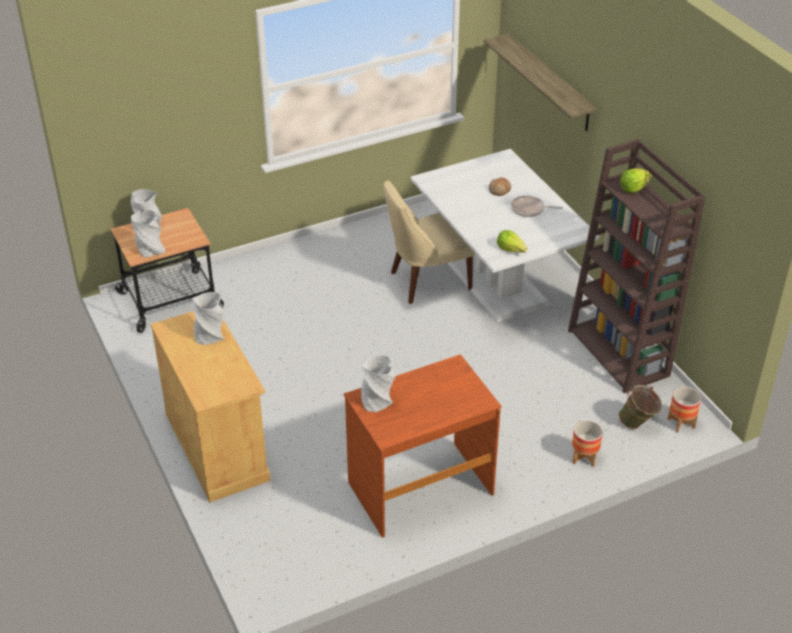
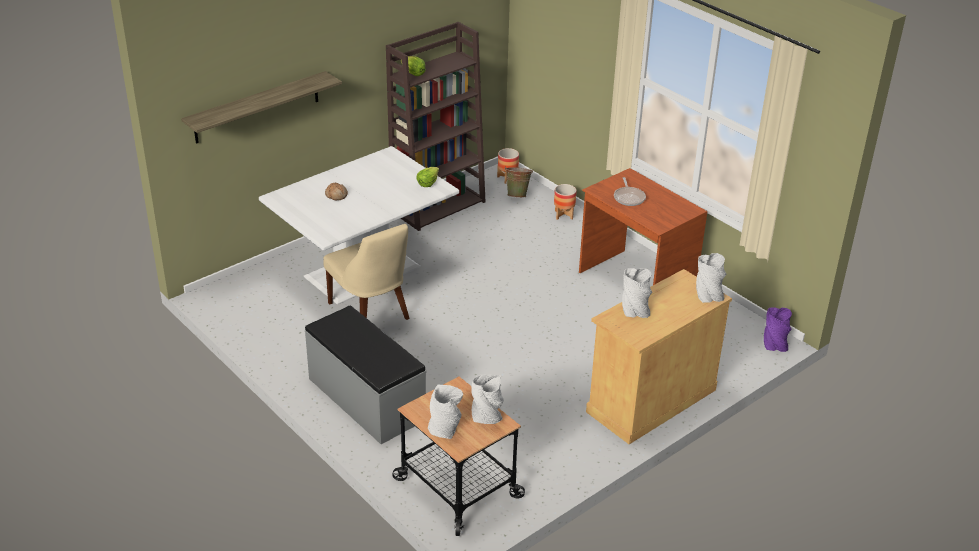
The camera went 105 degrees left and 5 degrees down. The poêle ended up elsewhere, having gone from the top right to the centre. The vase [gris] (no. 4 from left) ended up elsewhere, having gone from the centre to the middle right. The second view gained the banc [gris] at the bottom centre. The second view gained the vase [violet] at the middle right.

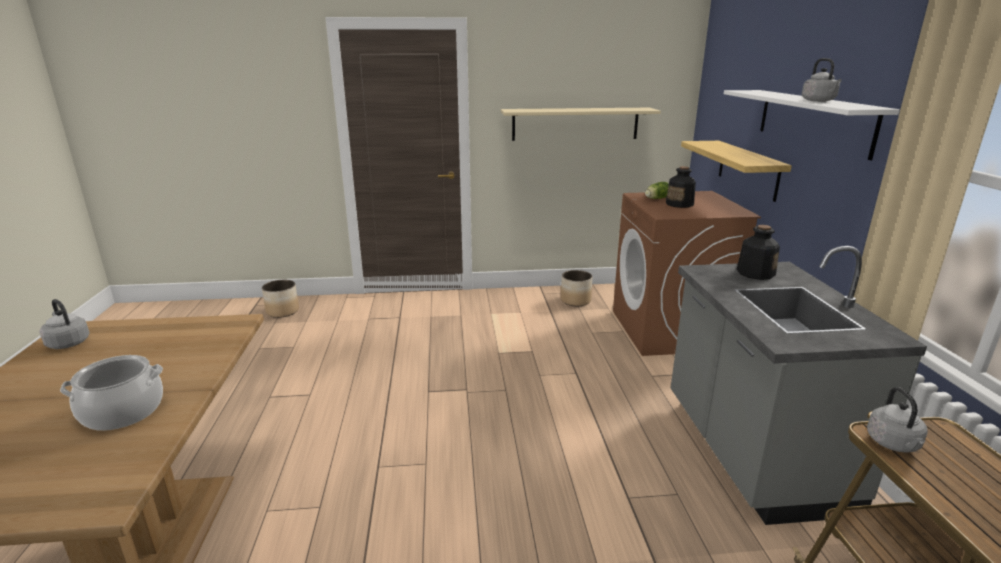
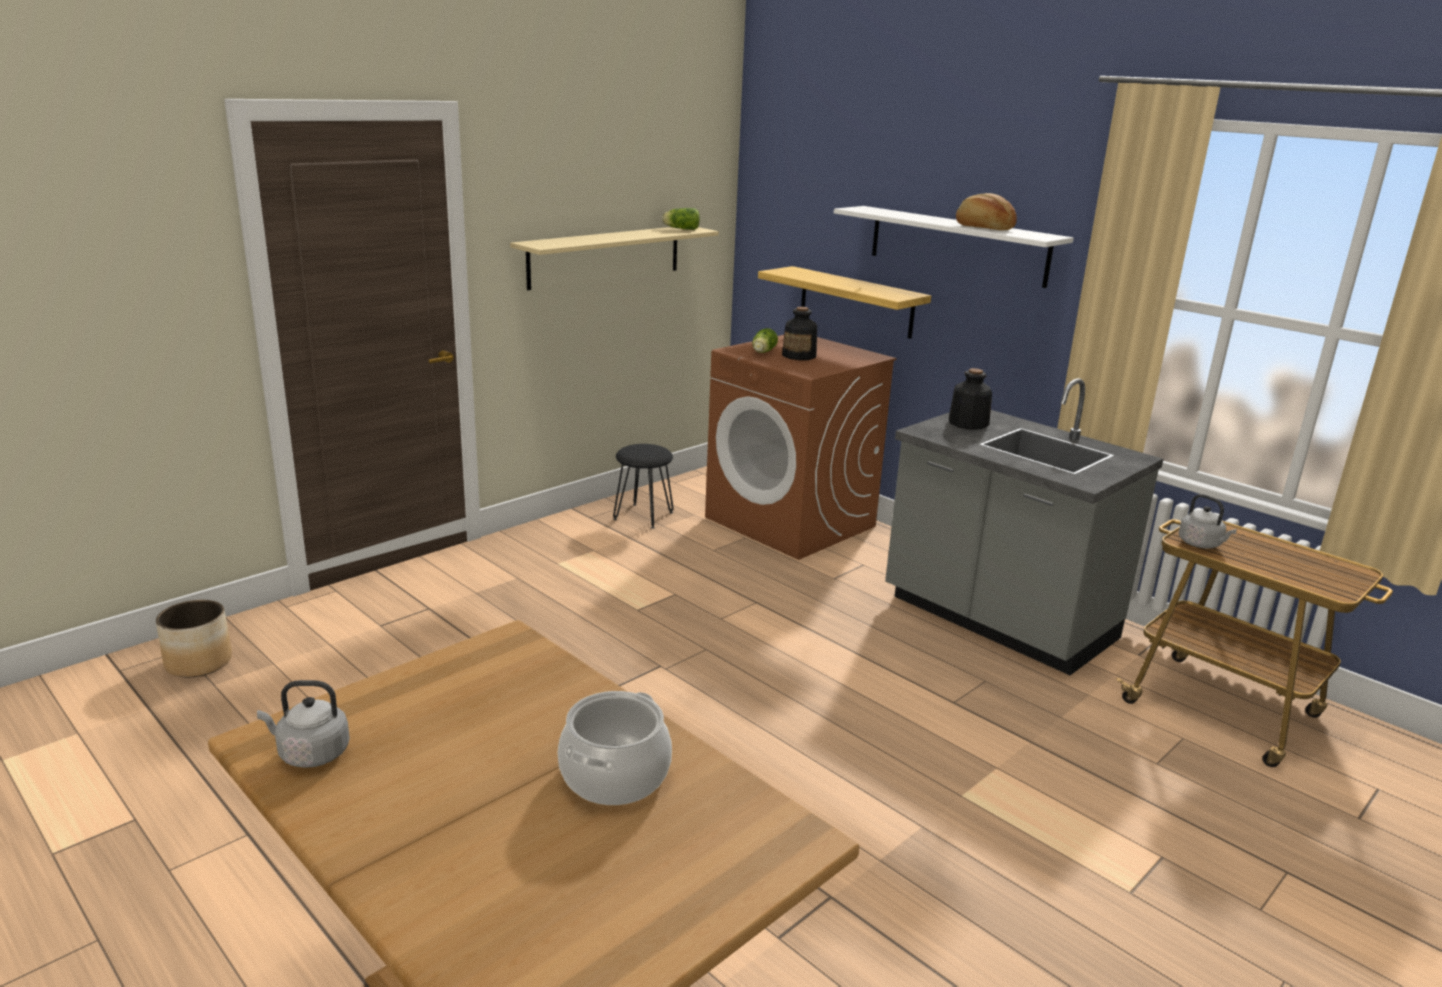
The camera went 40 degrees left and 0 degrees up. Where the bouilloire [gris] (no. 2 from left) stood at the top right, the pain came to stand at the top right. Where the cache-pot (no. 2 from left) stood at the centre, the tabouret [noir] came to stand at the centre. The second view gained the laitue (no. 1 from left) at the top centre.

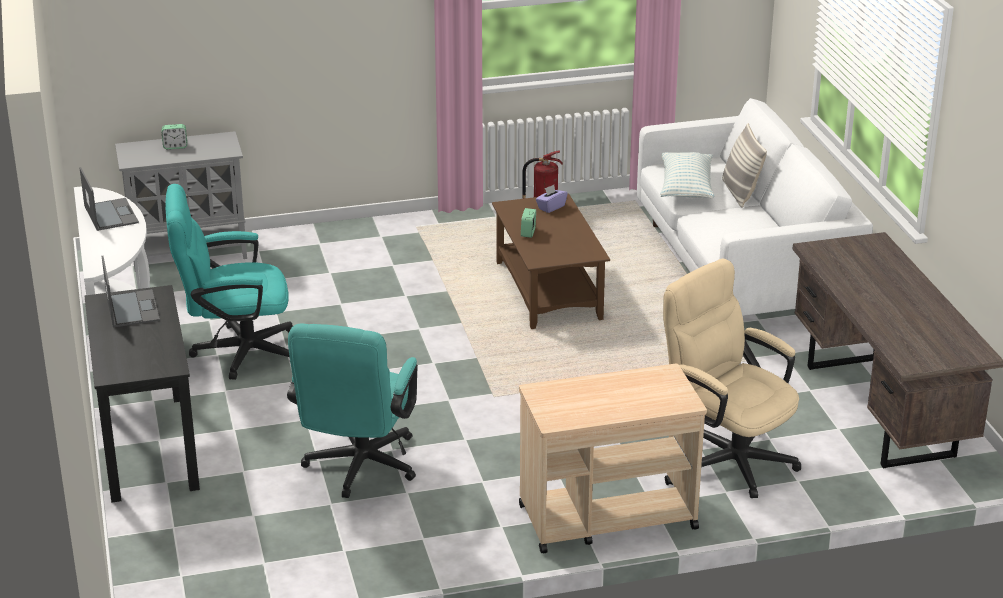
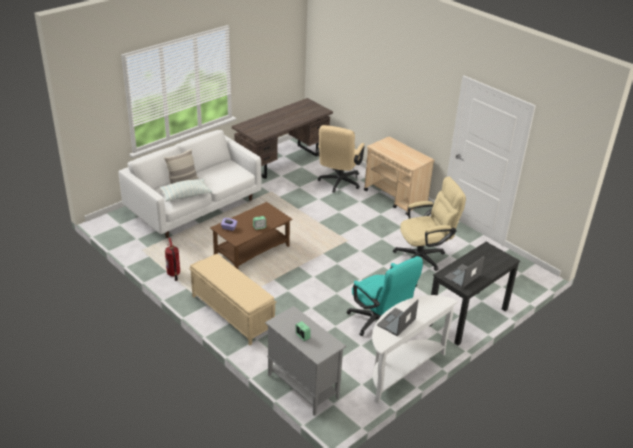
The camera went 120 degrees left and 5 degrees up. What was the chaise de bureau [turquoise] (no. 2 from left) at the bottom centre turned into the chaise de bureau [beige] (no. 2 from left) at the middle right. The second view gained the banc [beige] at the bottom centre.

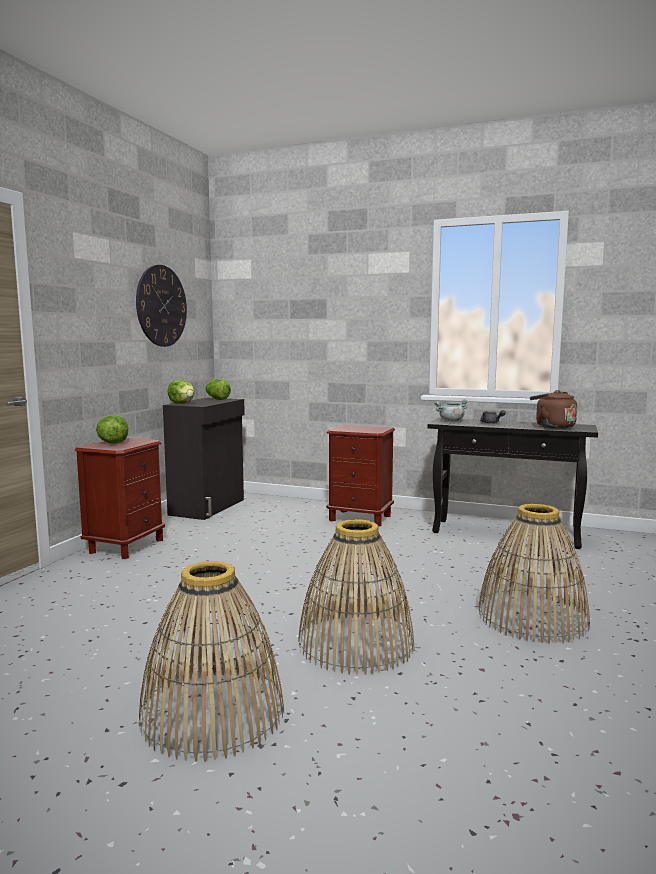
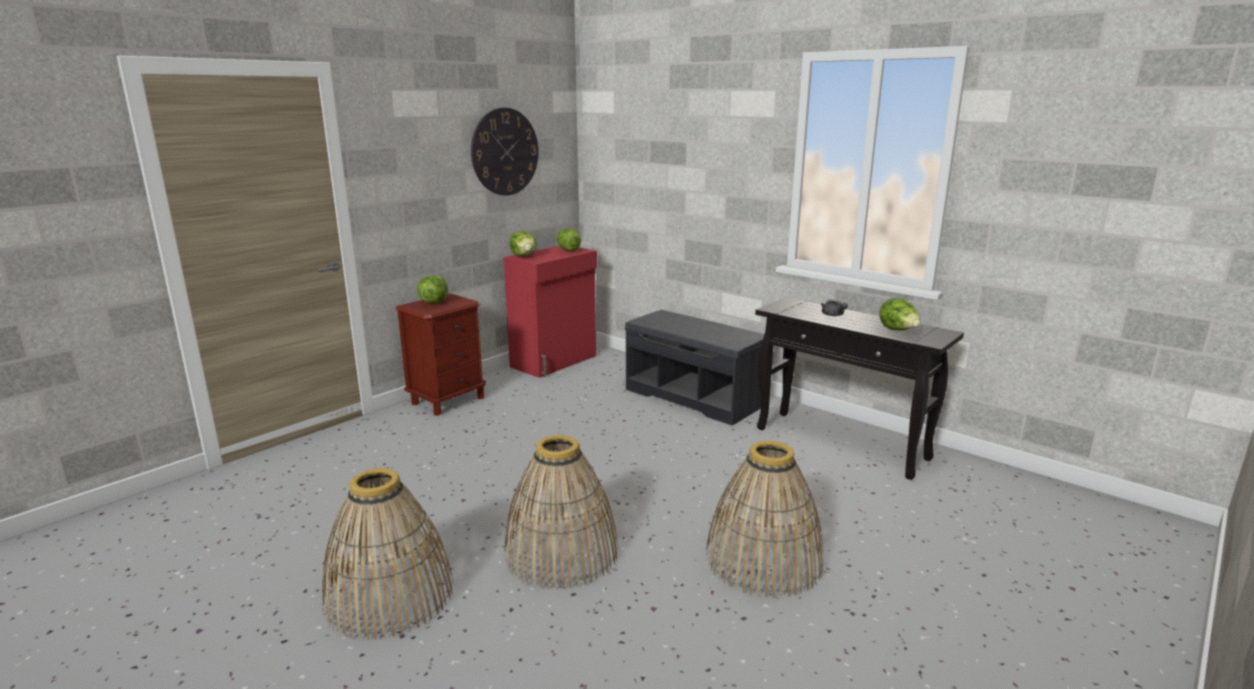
The camera went 20 degrees right and 10 degrees up. Where the bouilloire [marron] stood at the middle right, the laitue (no. 4 from left) came to stand at the middle right. What was the meuble de rangement [noir] at the middle left turned into the meuble de rangement [rouge] at the centre. The second view lost the marmite [gris] at the middle right. Where the table de chevet [marron] (no. 2 from left) stood at the centre, the banc [gris] came to stand at the centre.

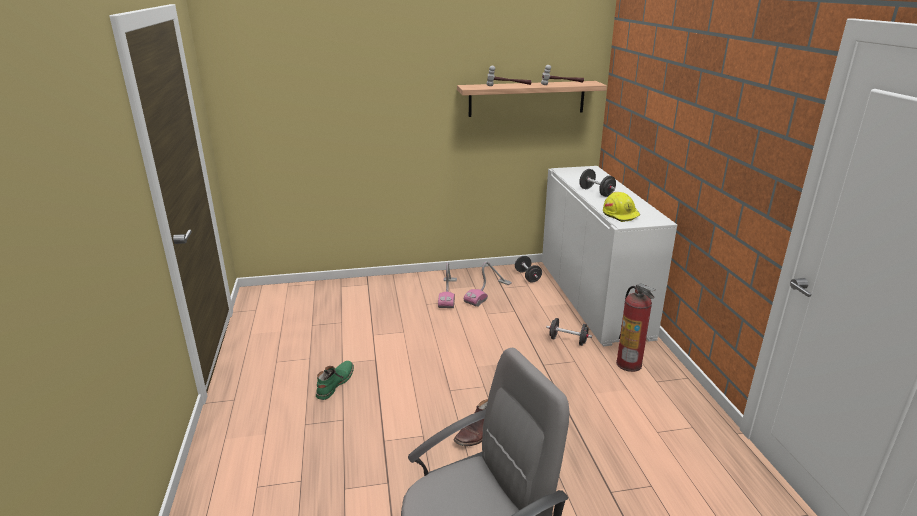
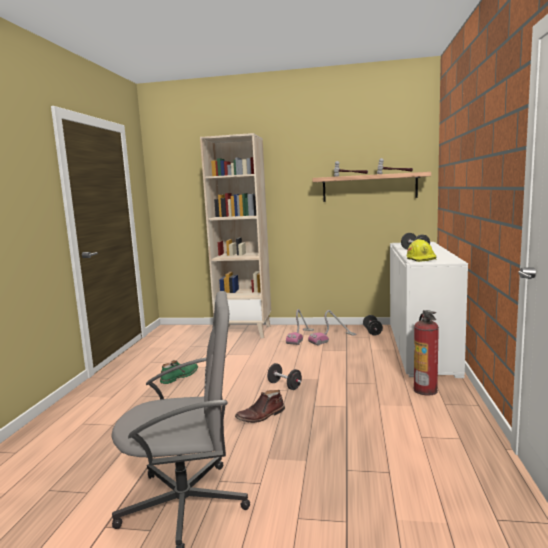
The camera went 20 degrees right and 15 degrees down. The haltère [noir] (no. 2 from left in the first image) ended up elsewhere, having gone from the centre to the bottom centre. The second view gained the bibliothèque [beige] at the centre.

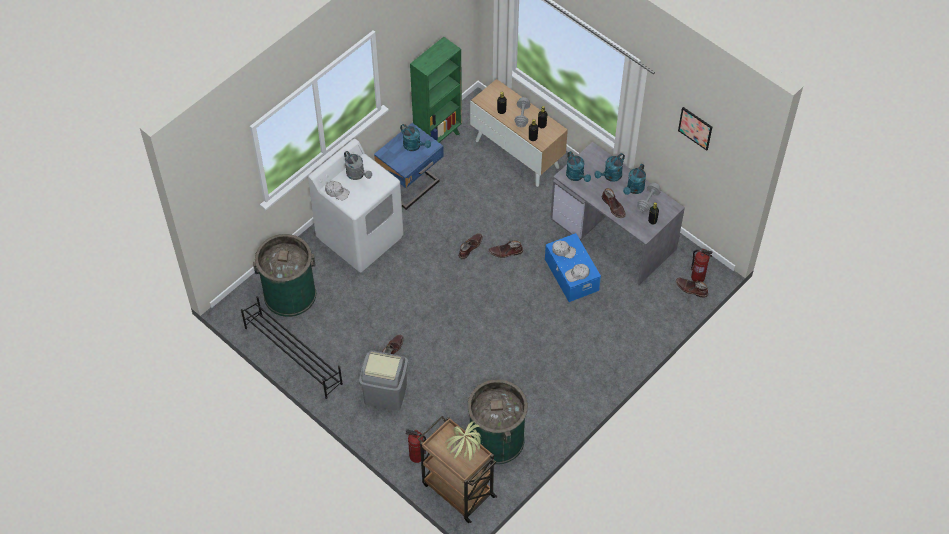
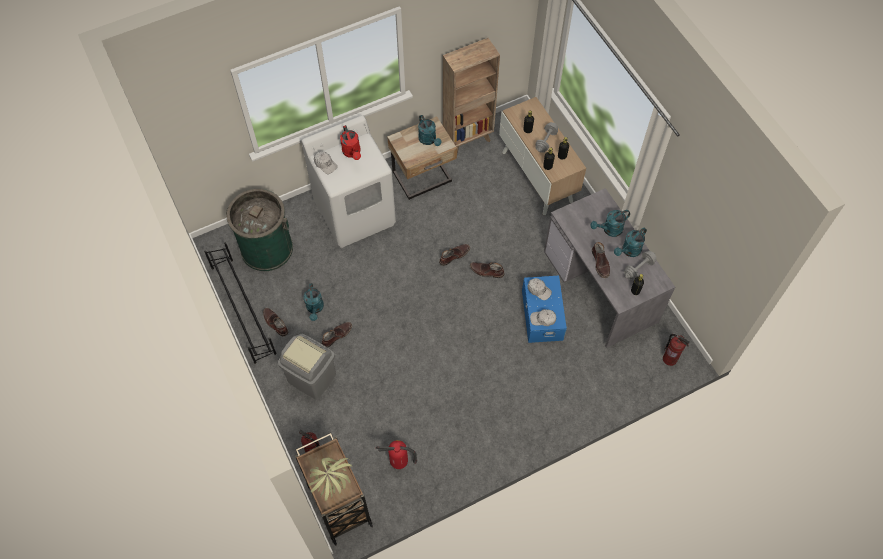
The camera went 20 degrees right and 5 degrees up. What was the bibliothèque [vert] at the top centre turned into the bibliothèque [marron] at the top centre. The second view lost the tableau at the top right. What was the table de chevet [bleu] at the top centre turned into the table de chevet [beige] at the top centre. What was the arrosoir [gris] at the top centre turned into the arrosoir [rouge] at the top centre. The arrosoir [turquoise] (no. 2 from left in the first image) ended up elsewhere, having gone from the top centre to the centre. The botte [marron] (no. 5 from left in the first image) ended up elsewhere, having gone from the middle right to the middle left. Where the poubelle [vert] (no. 2 from left) stood at the bottom centre, the extincteur (no. 2 from left) came to stand at the bottom centre.

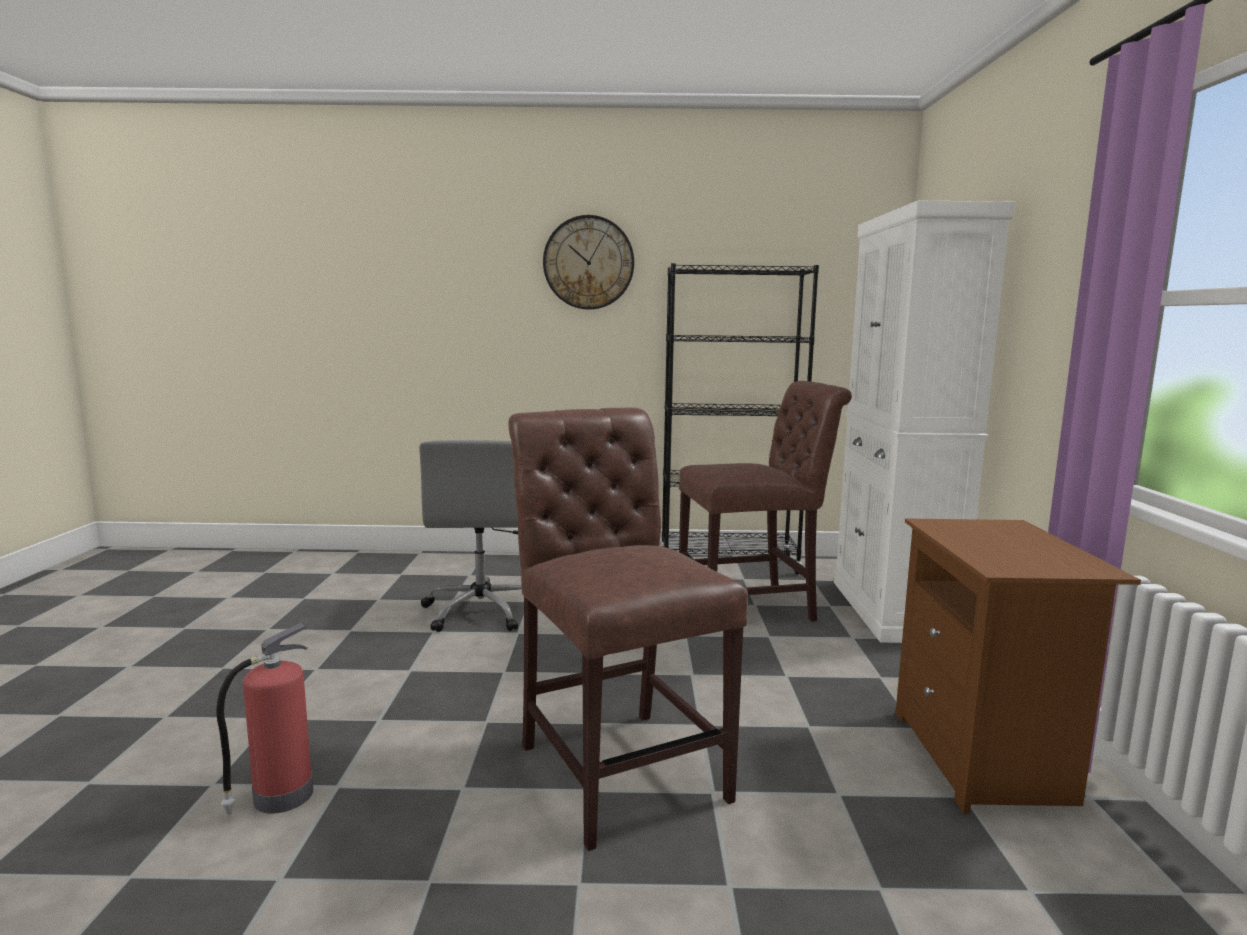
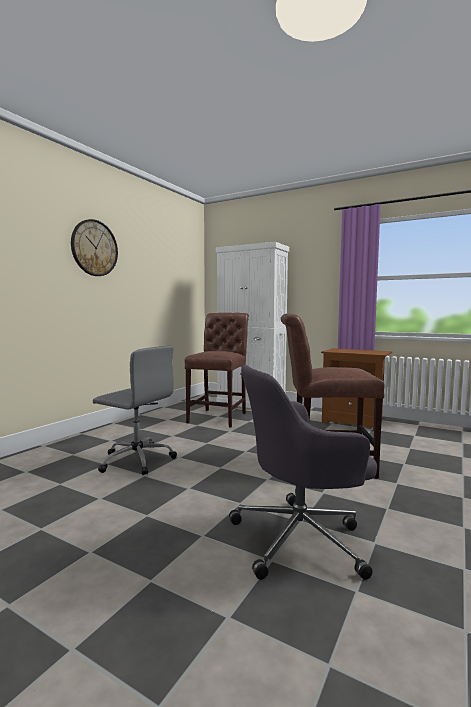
The camera went 60 degrees left and 5 degrees down. The second view lost the bibliothèque [noir] at the centre. Where the extincteur stood at the bottom left, the chaise de bureau [gris] (no. 2 from left) came to stand at the bottom centre.

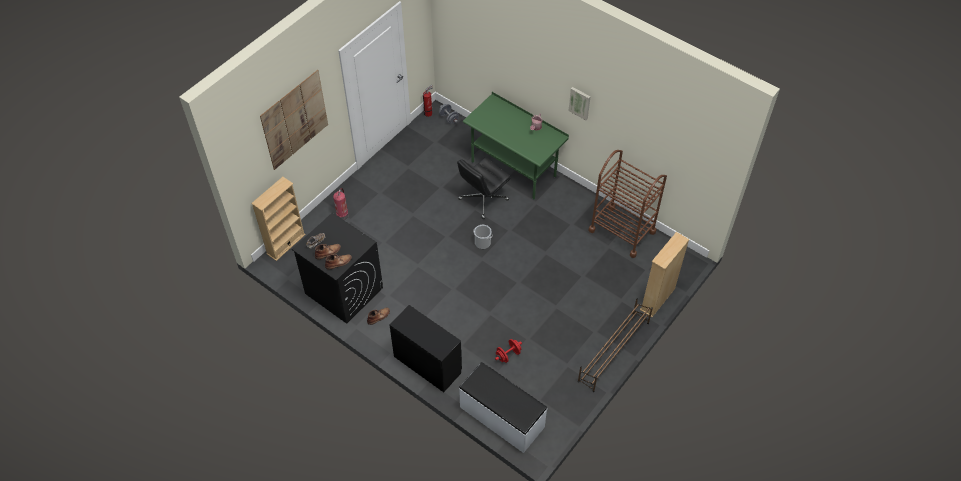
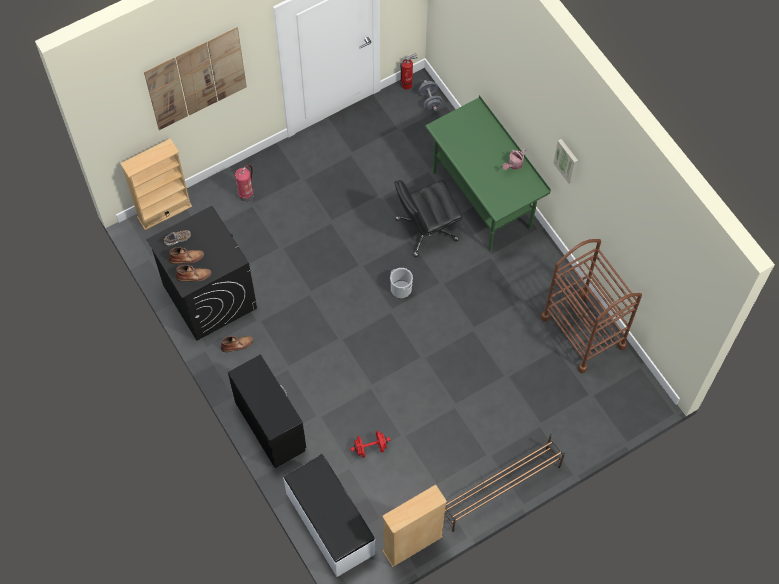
The camera went 20 degrees right and 10 degrees up. The bibliothèque [beige] (no. 2 from left) ended up elsewhere, having gone from the middle right to the bottom centre.

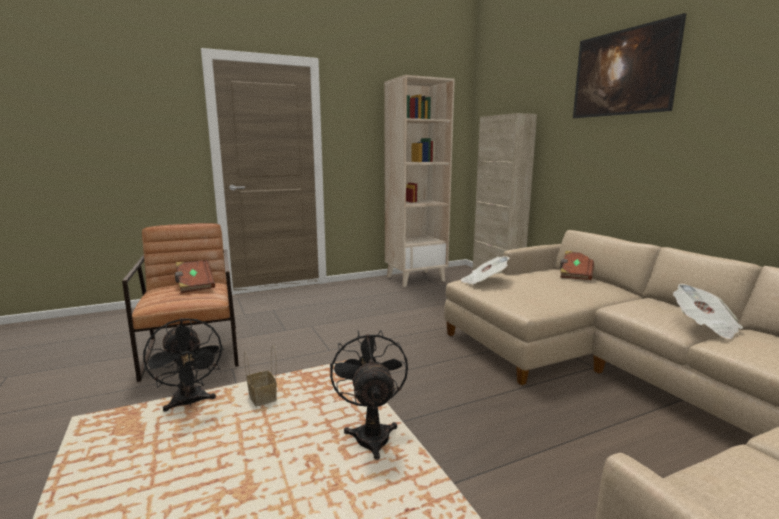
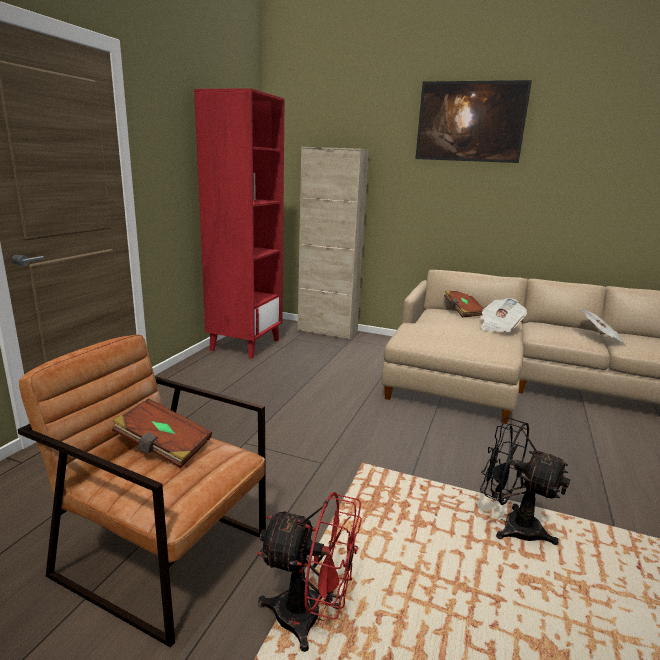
The camera went 45 degrees left and 5 degrees up. What was the bibliothèque [beige] at the centre turned into the bibliothèque [rouge] at the centre. The journal (no. 1 from left) ended up elsewhere, having gone from the centre to the middle right. What was the ventilateur [noir] (no. 1 from left) at the bottom left turned into the ventilateur [rouge] at the bottom centre. The second view lost the panier at the bottom centre.

